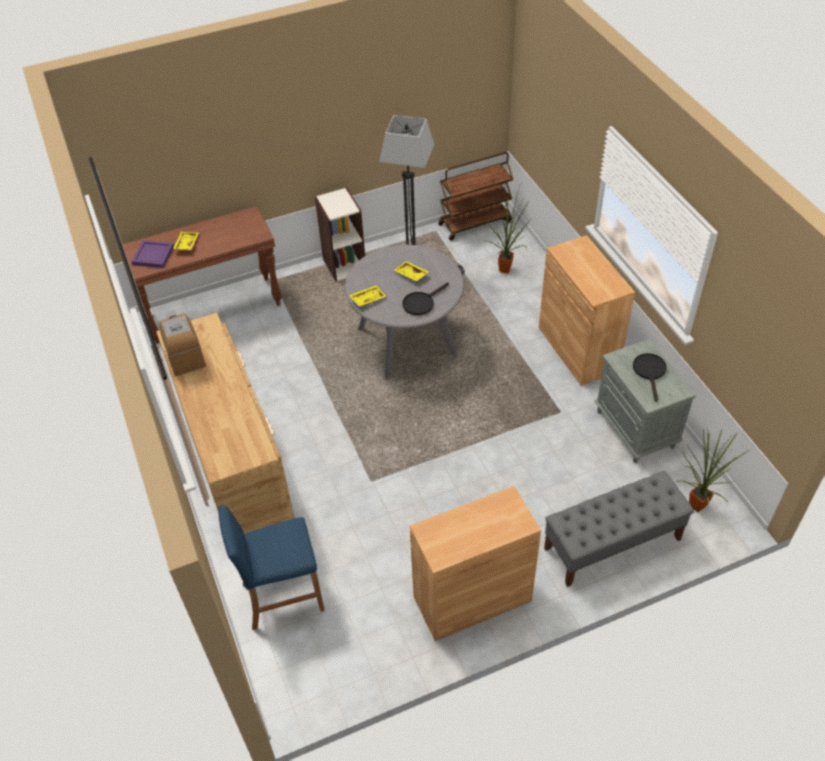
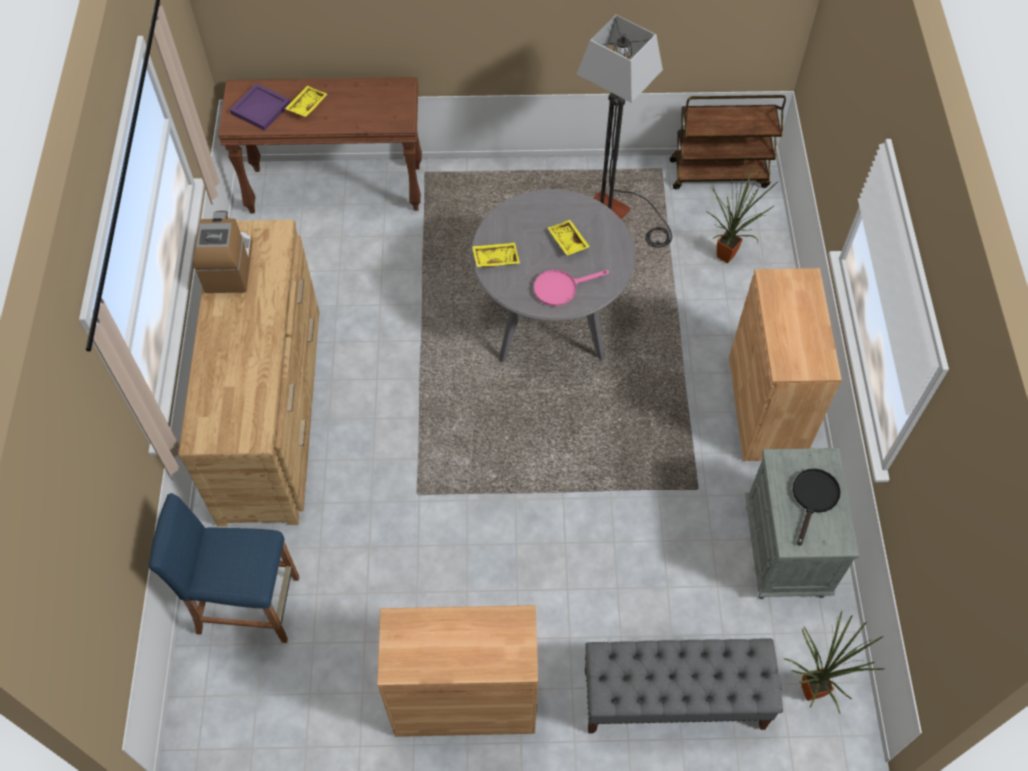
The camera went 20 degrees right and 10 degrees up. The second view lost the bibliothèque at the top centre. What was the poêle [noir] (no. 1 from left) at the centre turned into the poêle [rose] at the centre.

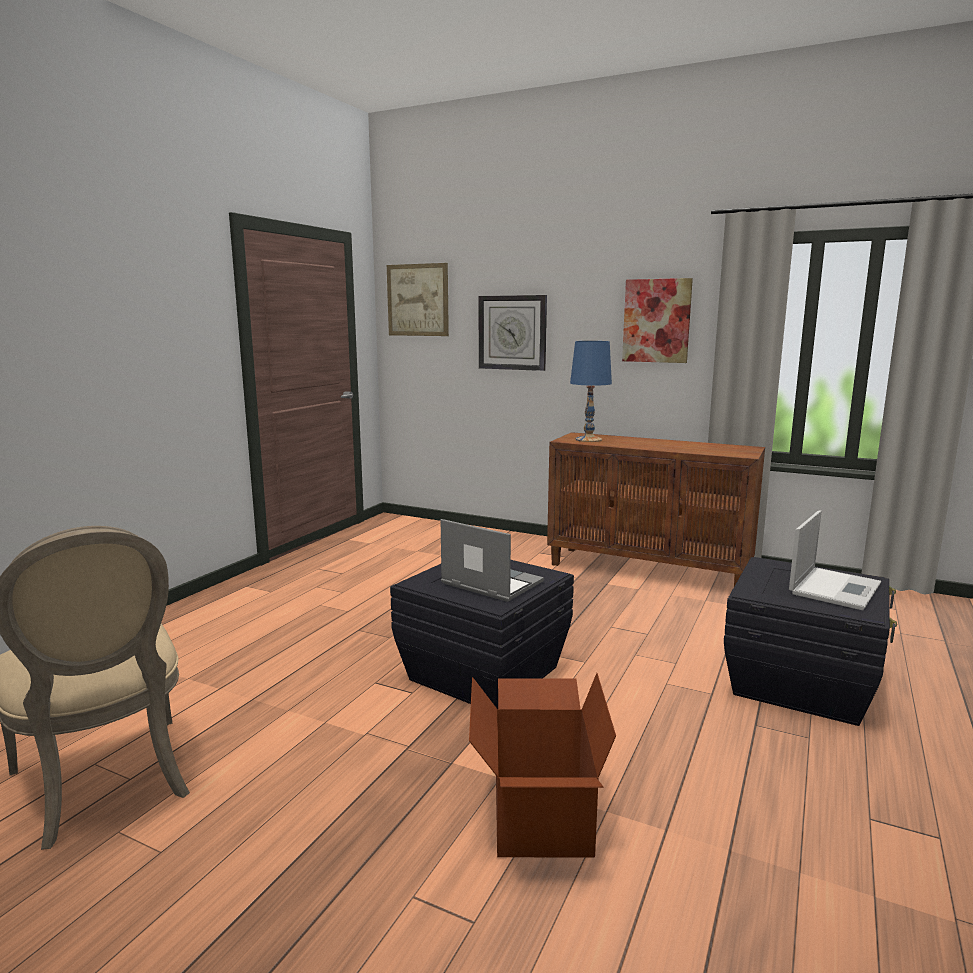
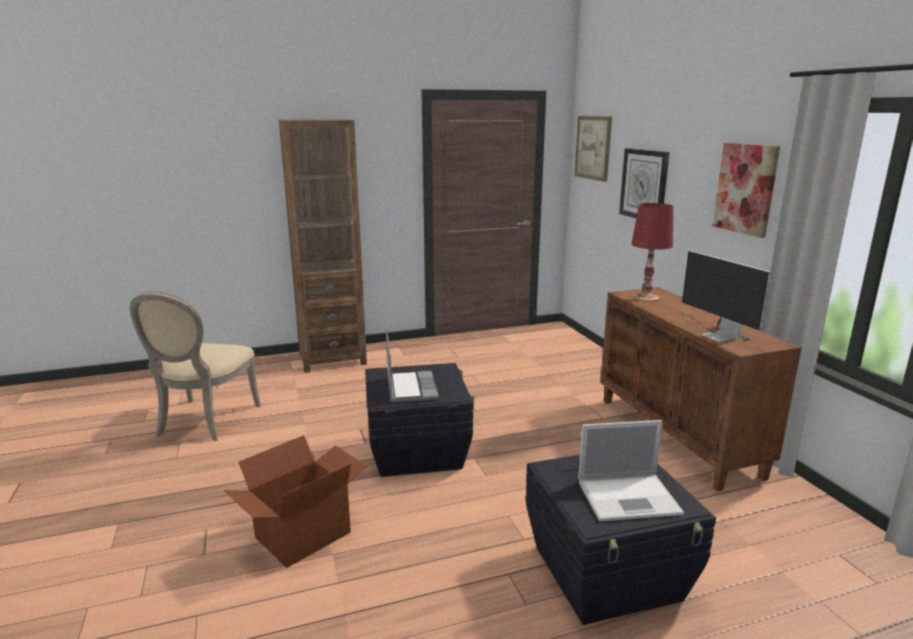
The camera went 45 degrees right and 5 degrees up. What was the lampe de table [bleu] at the centre turned into the lampe de table [rouge] at the middle right. The second view gained the bibliothèque [marron] at the centre. The second view gained the écran d'ordinateur at the middle right.

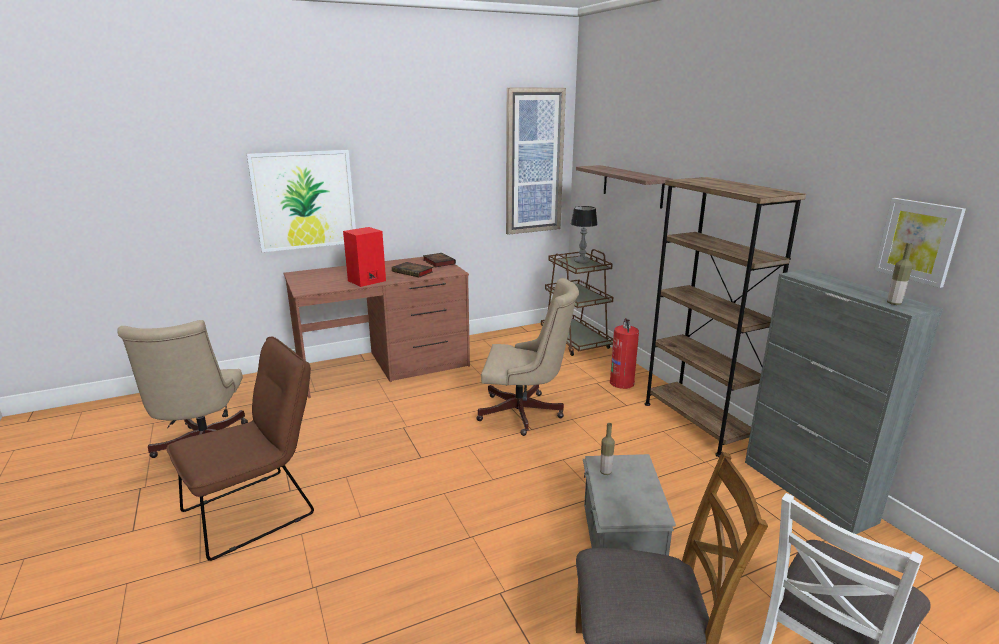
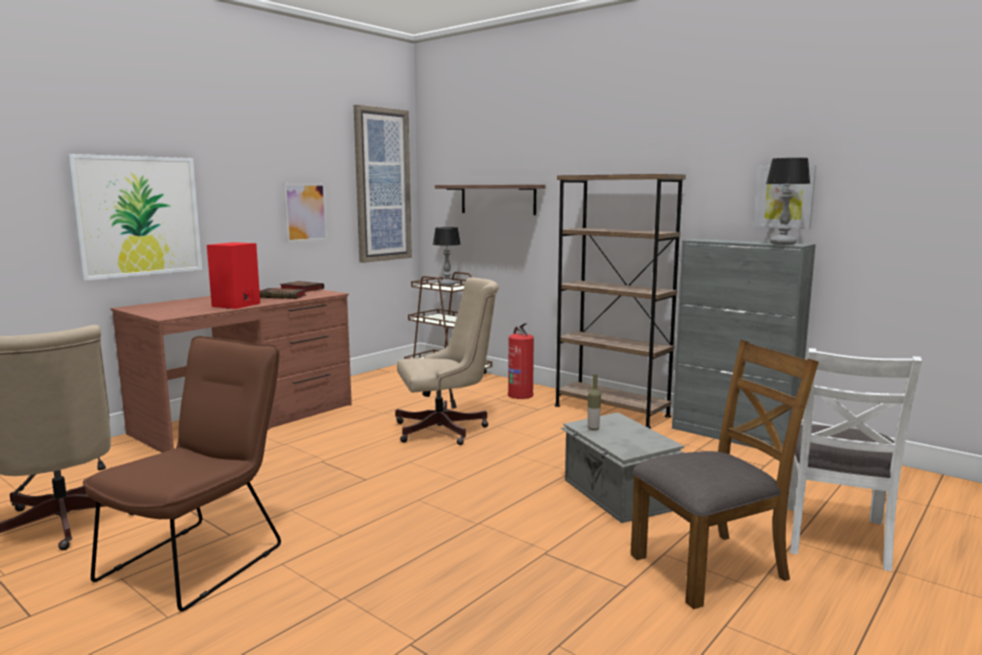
The camera went 25 degrees left and 10 degrees down. Where the bouteille (no. 2 from left) stood at the middle right, the lampe de table (no. 2 from left) came to stand at the top right. The second view gained the tableau (no. 2 from left) at the top left.

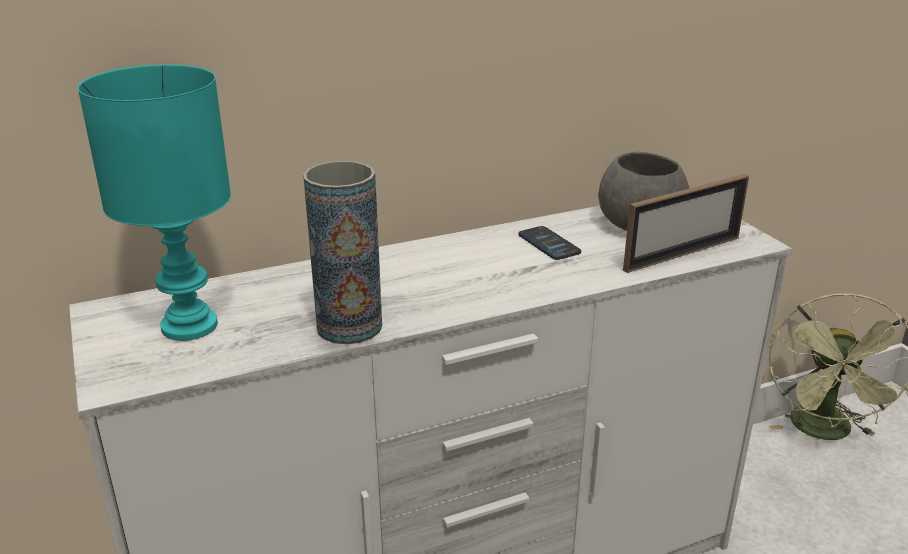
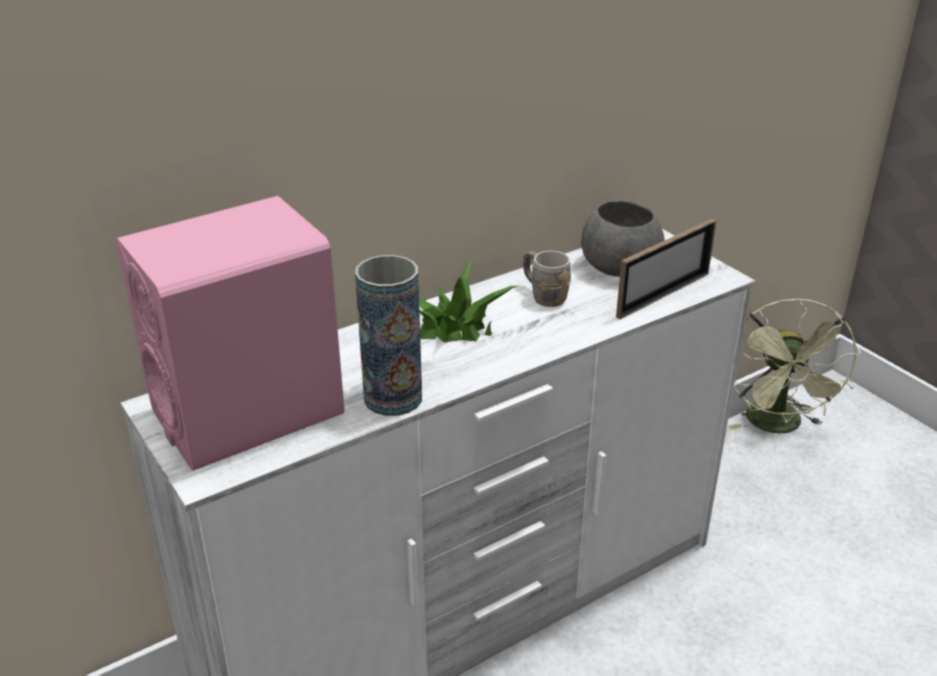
The camera went 10 degrees left and 5 degrees up. Where the lampe de table [turquoise] stood at the middle left, the enceinte [rose] came to stand at the middle left. Where the téléphone stood at the centre, the mug [gris] came to stand at the centre. The second view gained the plante en pot at the centre.

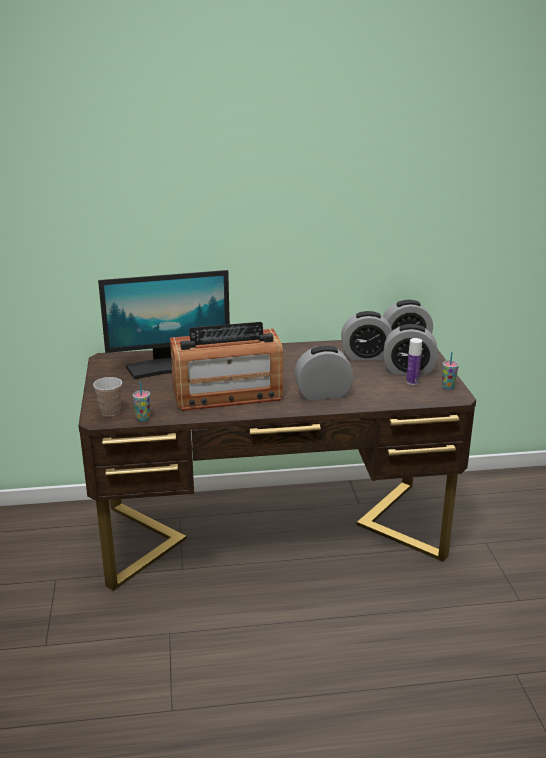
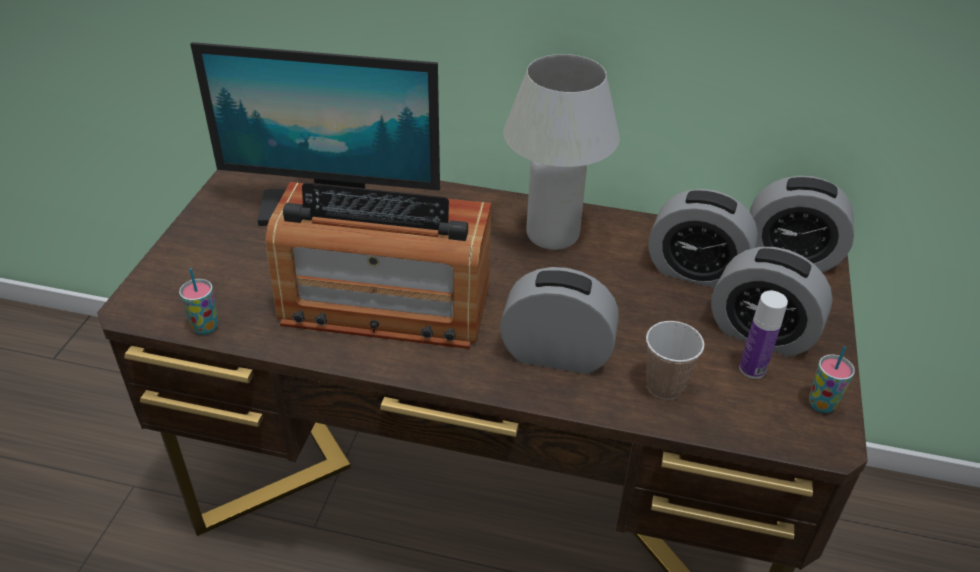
The camera went 20 degrees right and 15 degrees up. The tasse (no. 1 from left in the first image) ended up elsewhere, having gone from the middle left to the middle right. The second view gained the lampe de table [blanc] at the top centre.

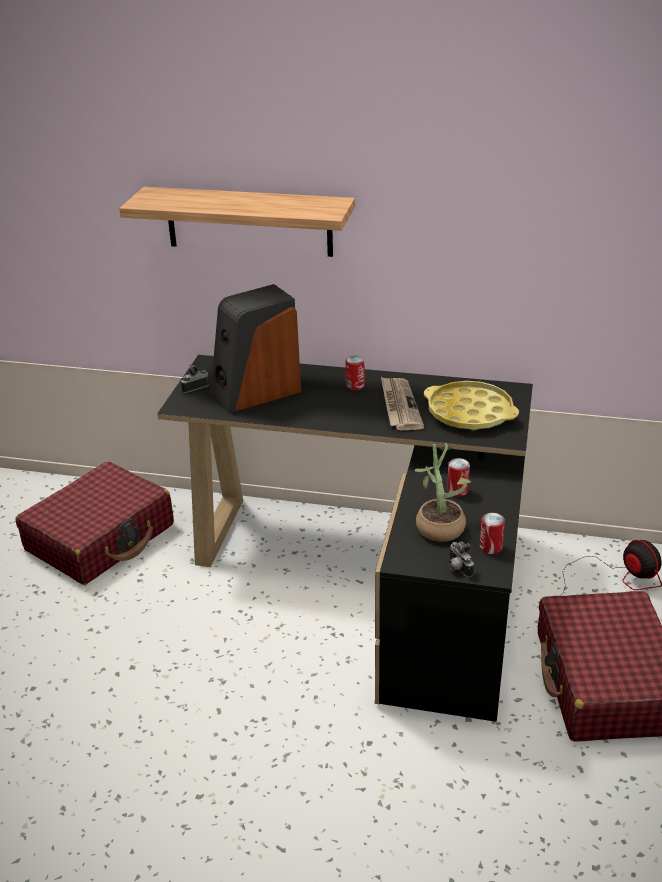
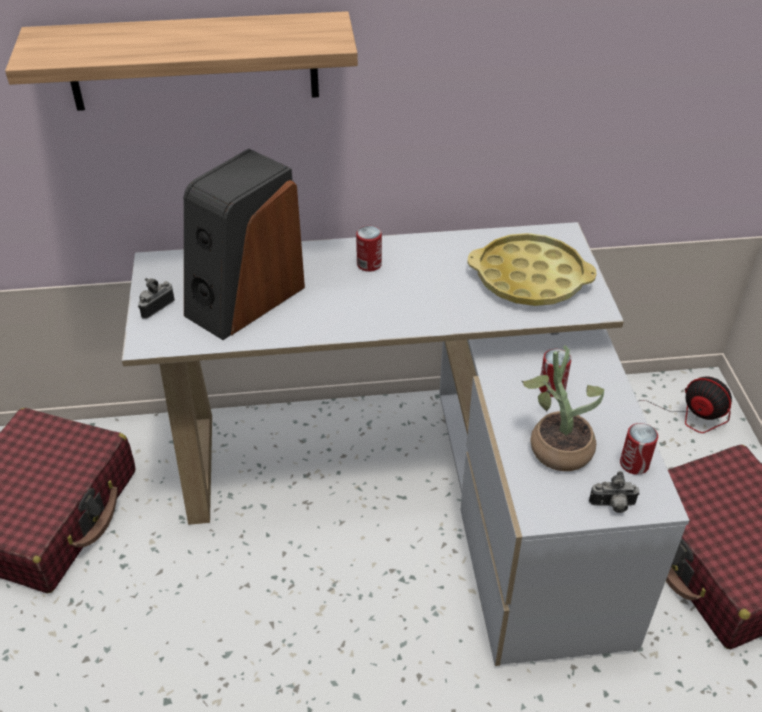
The camera went 20 degrees left and 10 degrees up. What was the bureau [noir] at the centre turned into the bureau [blanc] at the centre. The second view lost the journal at the centre. The appareil photo (no. 2 from left) at the middle right ended up facing another way, 45 degrees counterclockwise from before.

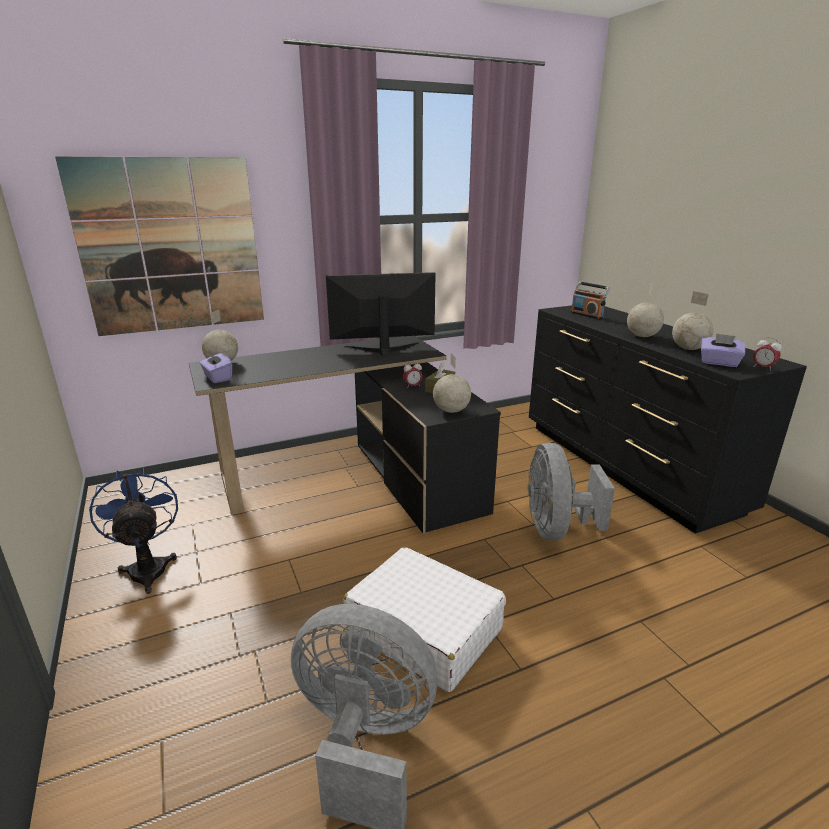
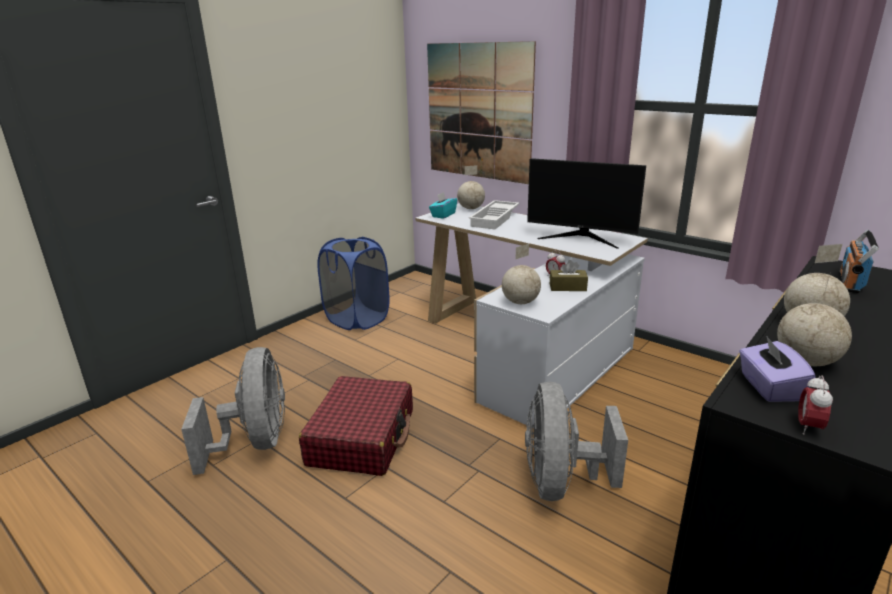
The camera went 65 degrees right and 0 degrees up. The écran d'ordinateur at the centre ended up facing another way, 150 degrees clockwise from before. What was the bureau [noir] at the centre turned into the bureau [blanc] at the centre. What was the boîte à mouchoirs [violet] (no. 1 from left) at the middle left turned into the boîte à mouchoirs [turquoise] at the centre. The ventilateur [gris] (no. 2 from left) at the middle right ended up facing another way, 60 degrees counterclockwise from before. Where the ventilateur [bleu] stood at the middle left, the panier à linge [bleu] came to stand at the centre. What was the valise [blanc] at the bottom centre turned into the valise [rouge] at the bottom centre. The second view gained the plateau [blanc] at the centre.

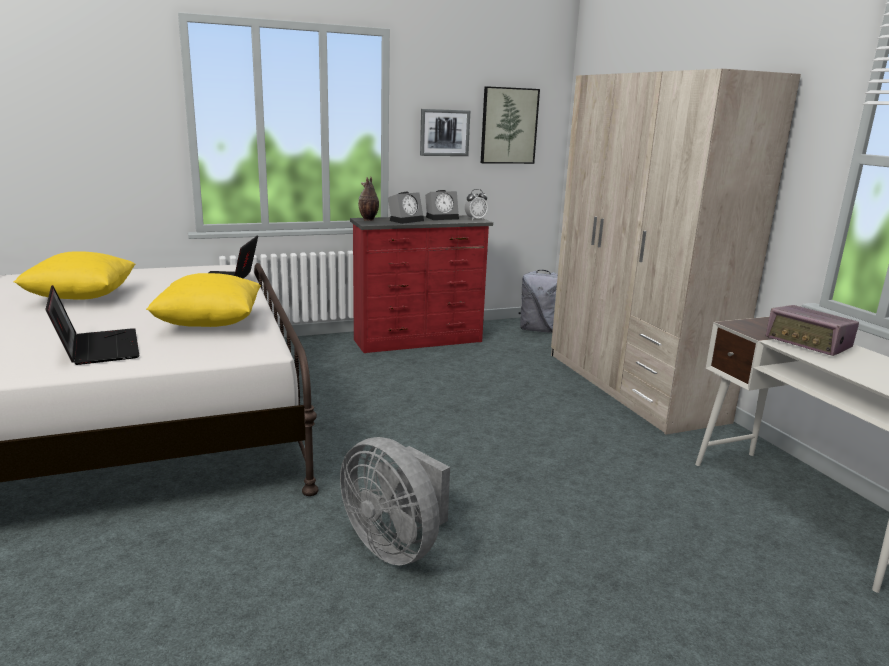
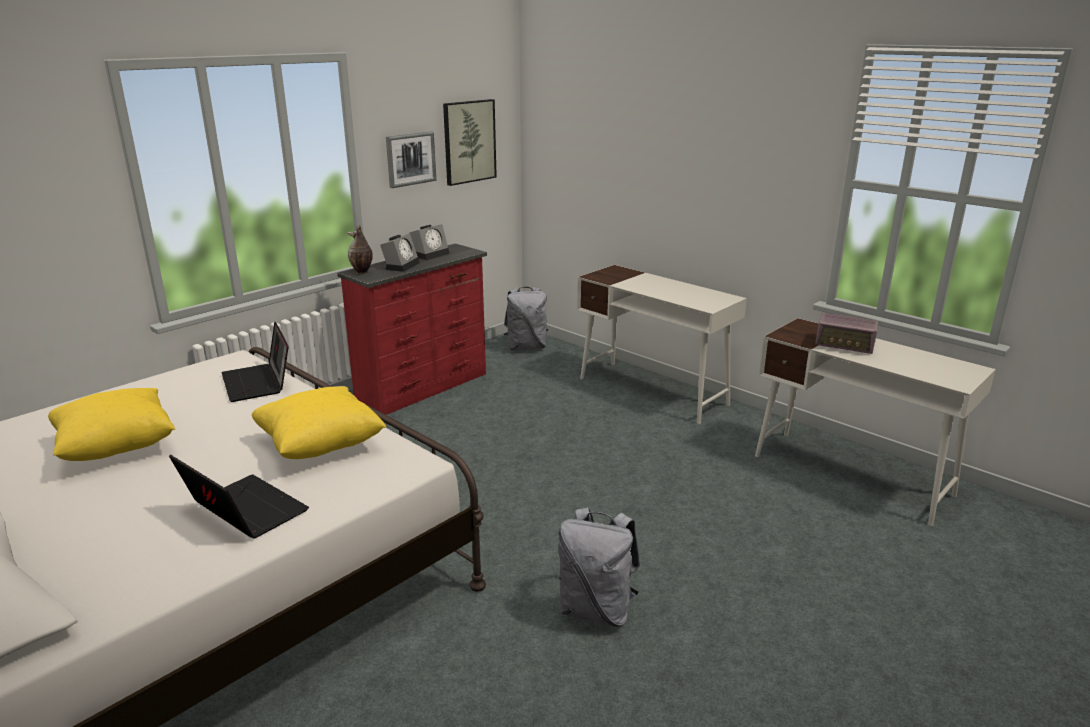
The camera went 25 degrees left and 5 degrees up. Where the armoire [beige] stood at the middle right, the bureau [blanc] (no. 1 from left) came to stand at the centre. The second view lost the réveil (no. 3 from left) at the top centre. Where the ventilateur [gris] stood at the bottom centre, the sac à dos [gris] (no. 2 from left) came to stand at the bottom centre.

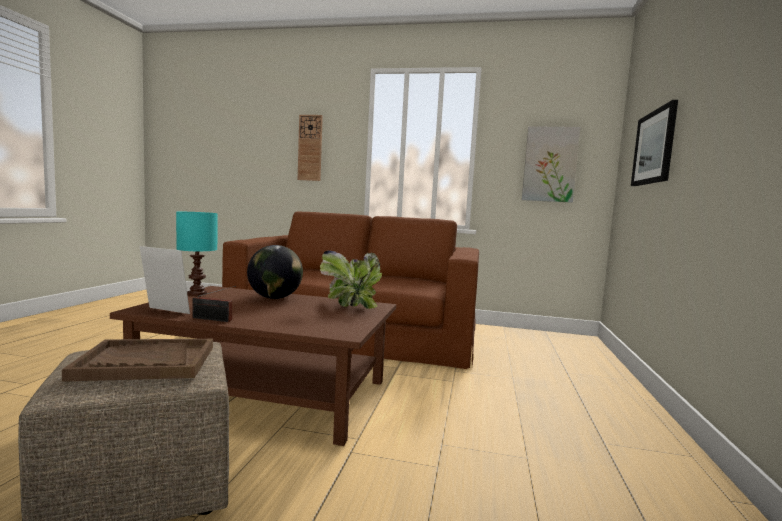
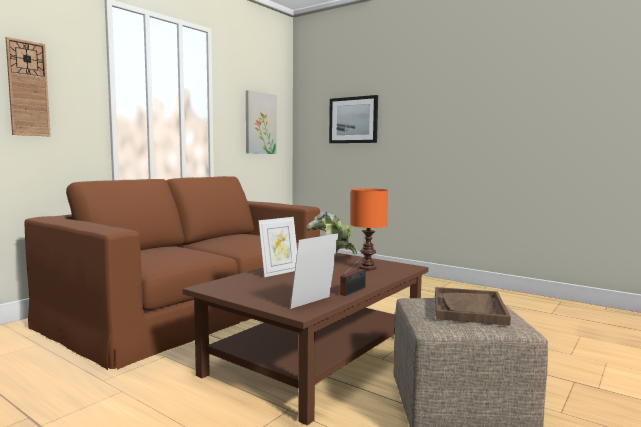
The camera went 65 degrees left and 0 degrees up. The second view lost the lampe de table [turquoise] at the middle left. Where the globe stood at the centre, the cadre photo (no. 1 from left) came to stand at the centre. The second view gained the lampe de table [orange] at the centre.

